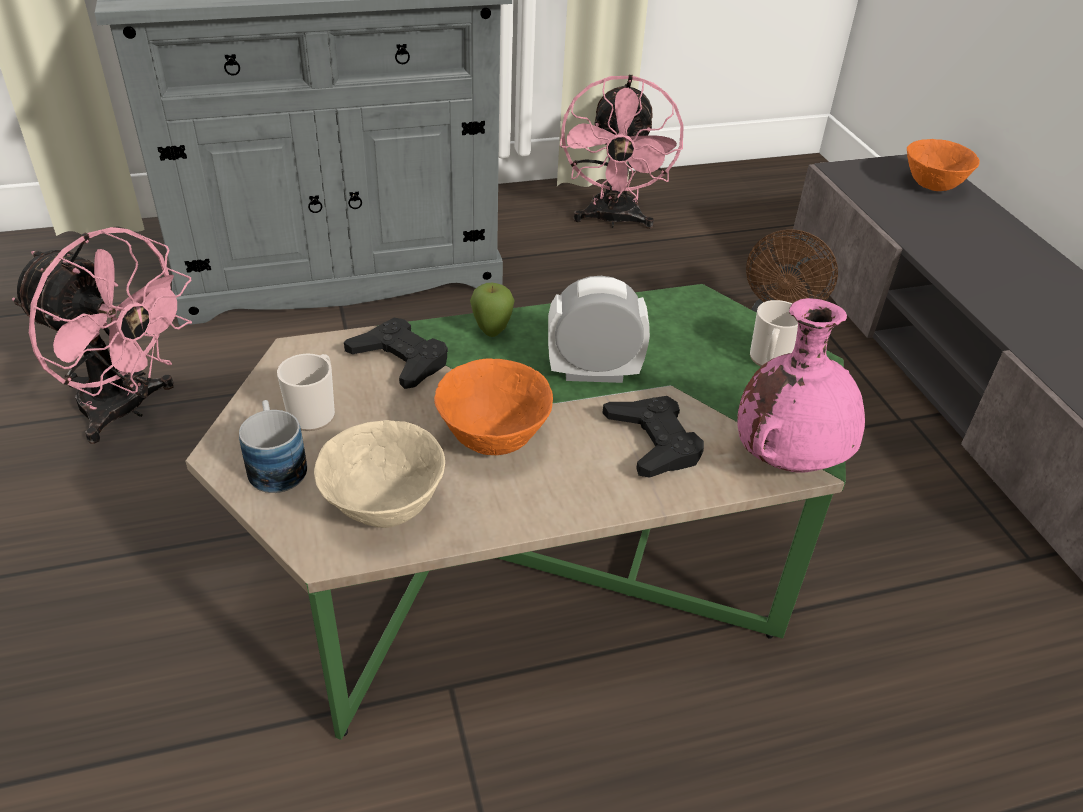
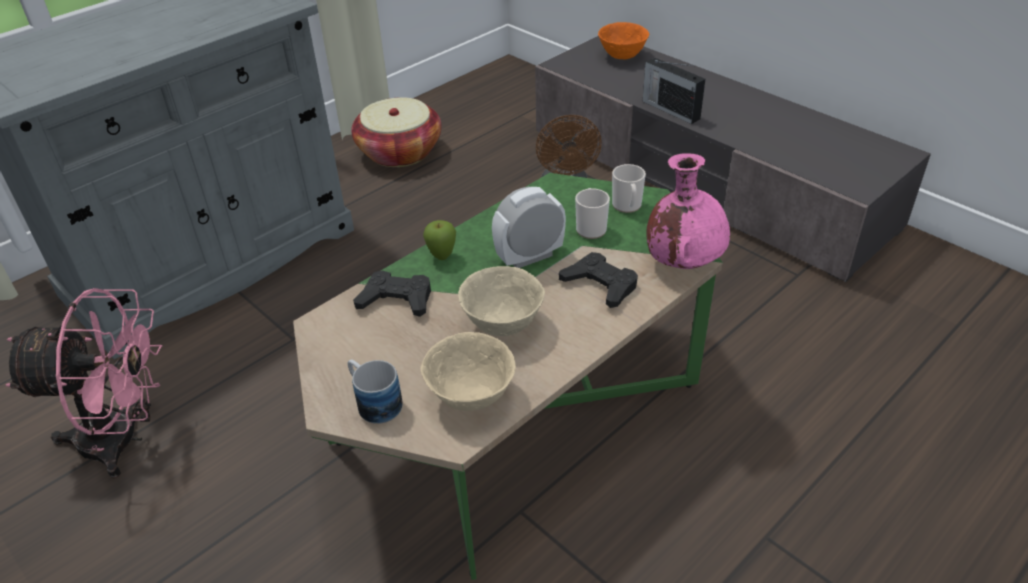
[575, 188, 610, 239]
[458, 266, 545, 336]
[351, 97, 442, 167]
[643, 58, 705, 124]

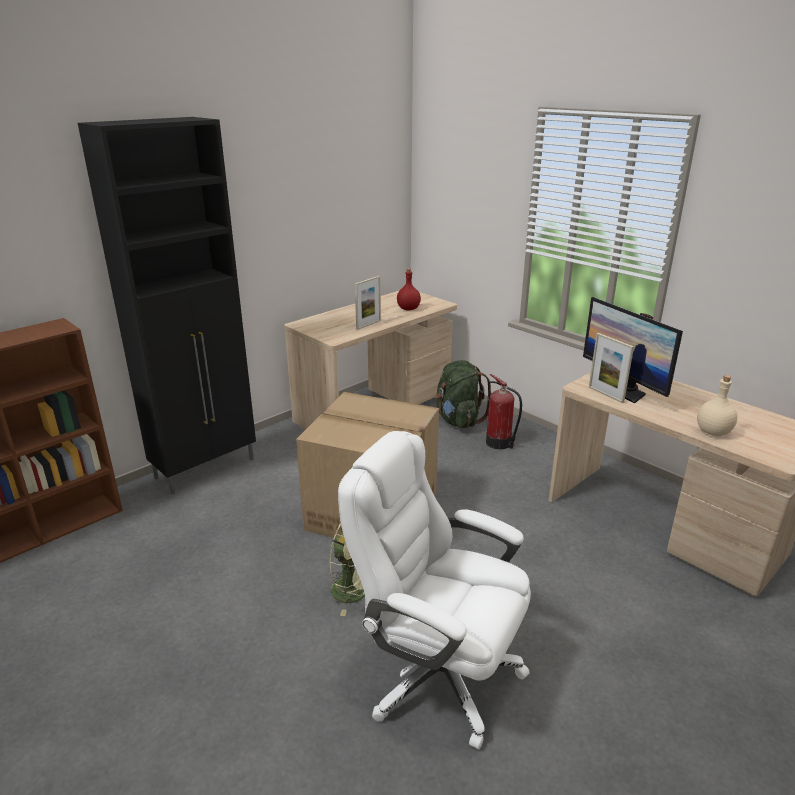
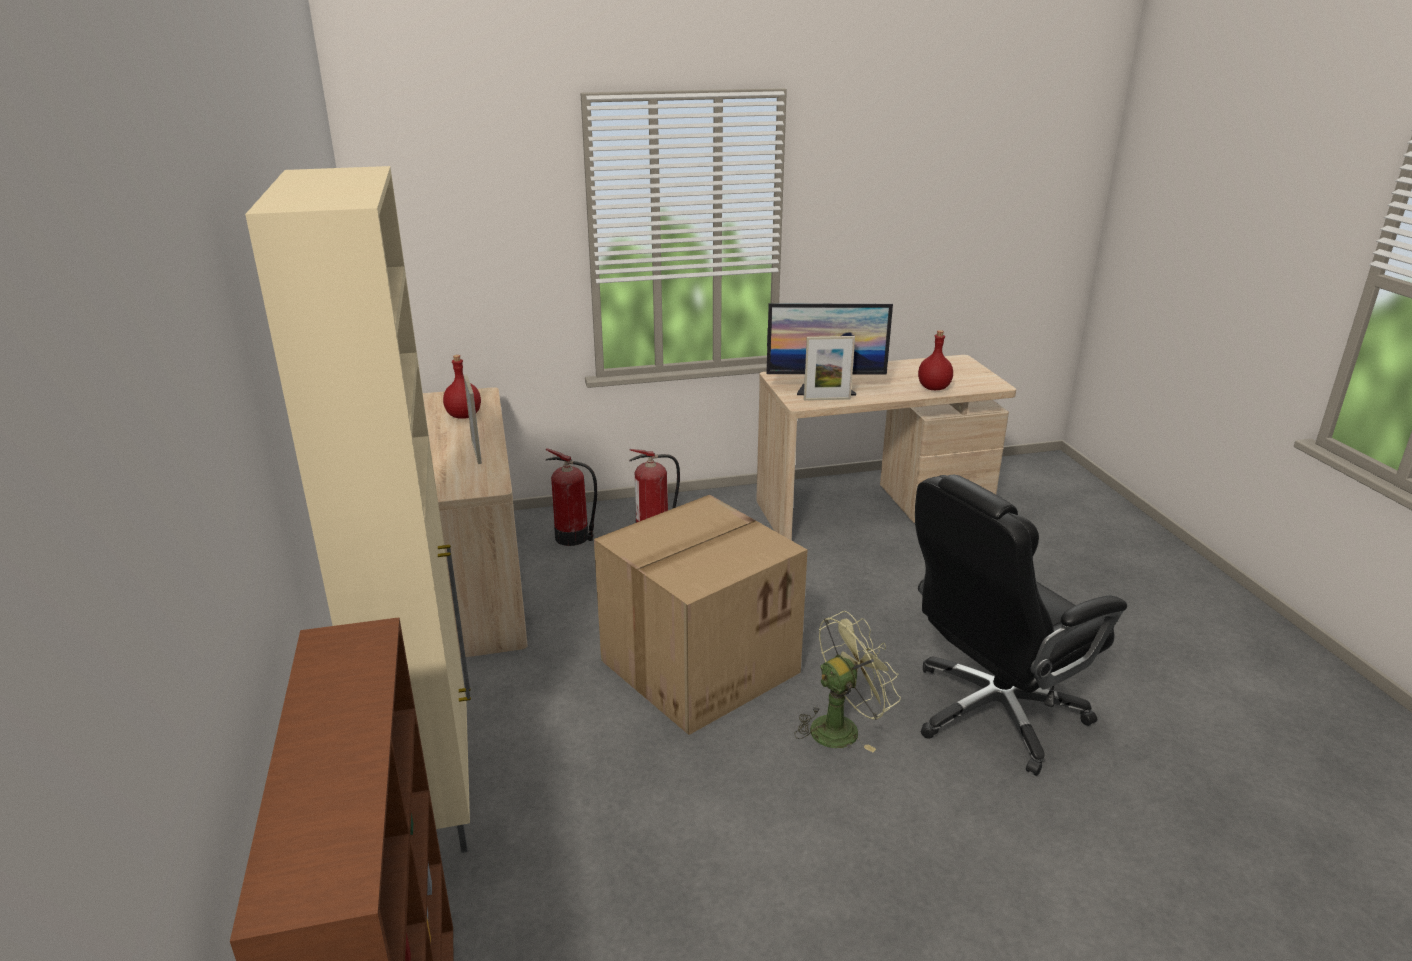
[245, 166, 471, 853]
[915, 475, 1127, 776]
[546, 448, 597, 546]
[918, 330, 953, 390]

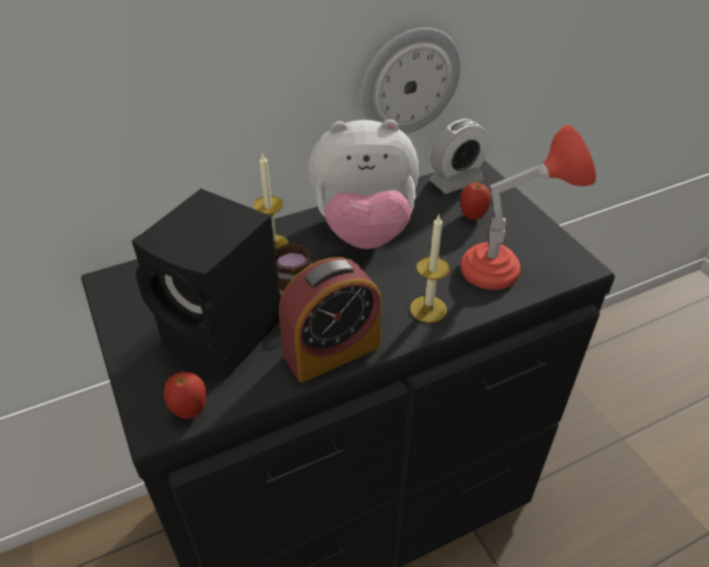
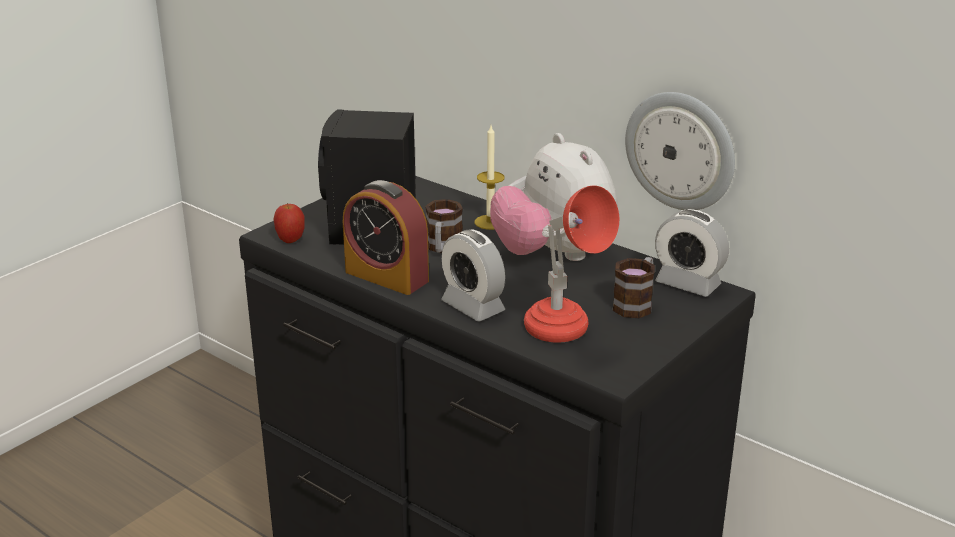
[441, 230, 505, 321]
[612, 257, 655, 318]

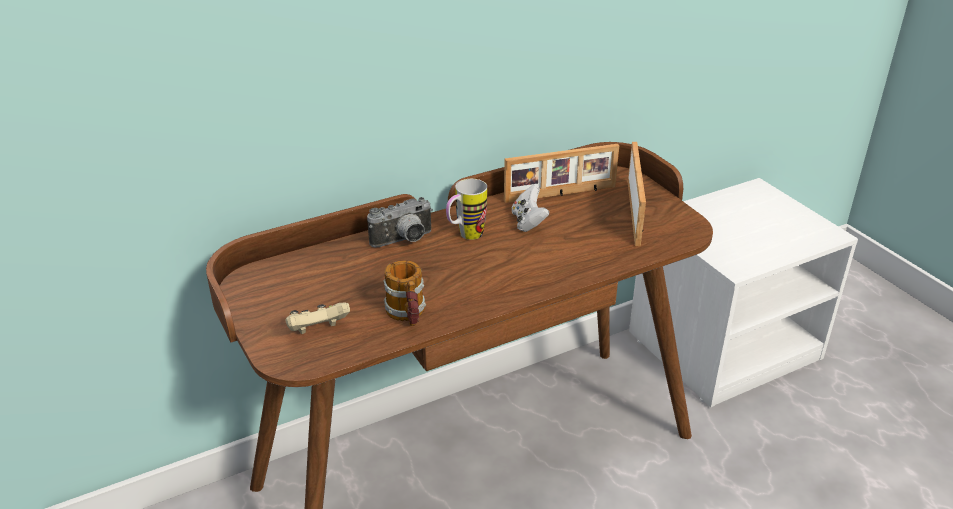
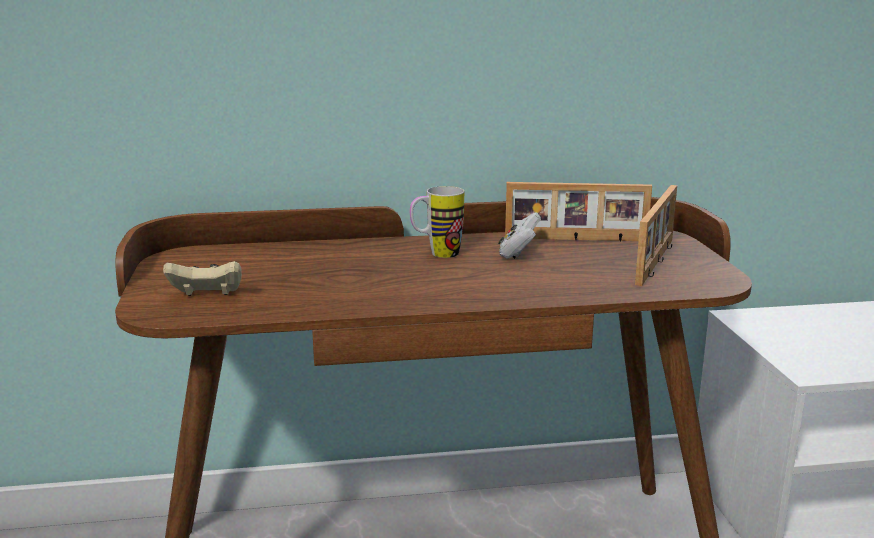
[367, 197, 433, 247] (first image)
[384, 260, 426, 326] (first image)

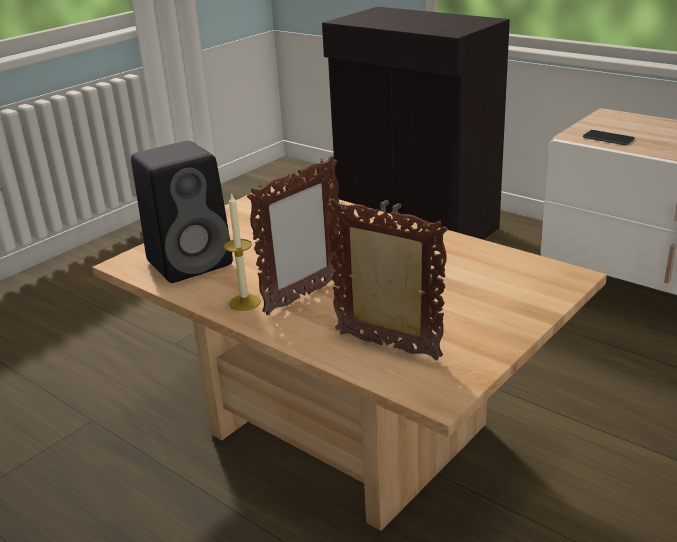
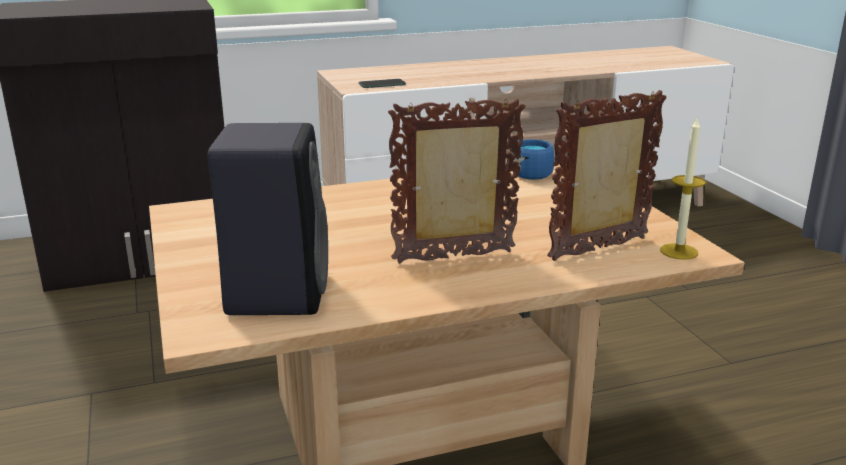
[660, 116, 706, 260]
[388, 99, 525, 264]
[512, 139, 554, 180]

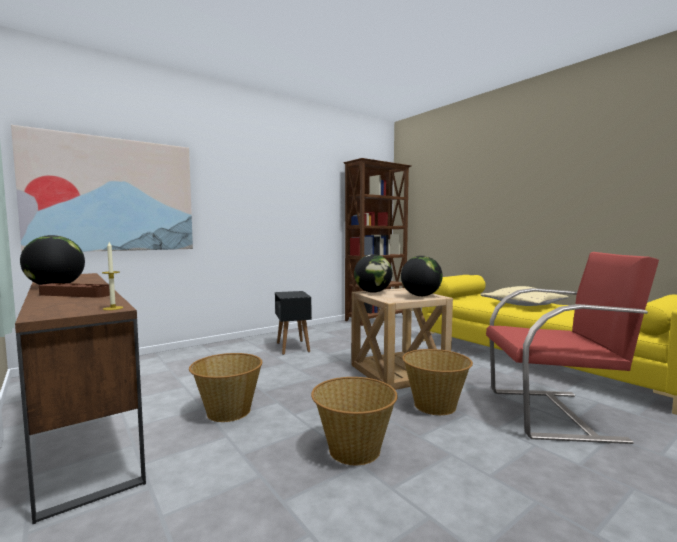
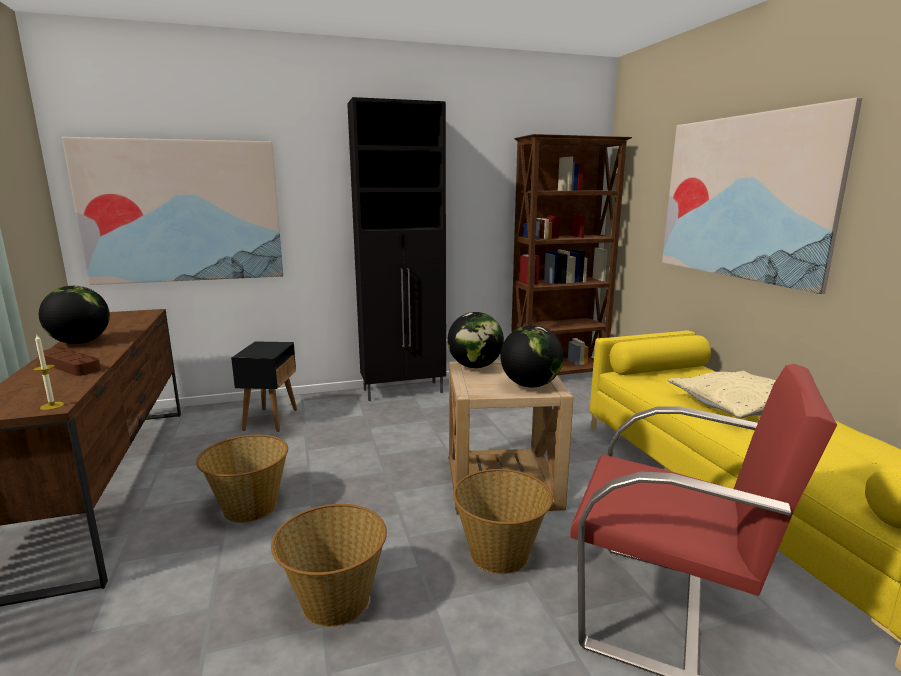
[231, 342, 297, 432]
[347, 97, 446, 401]
[662, 98, 862, 294]

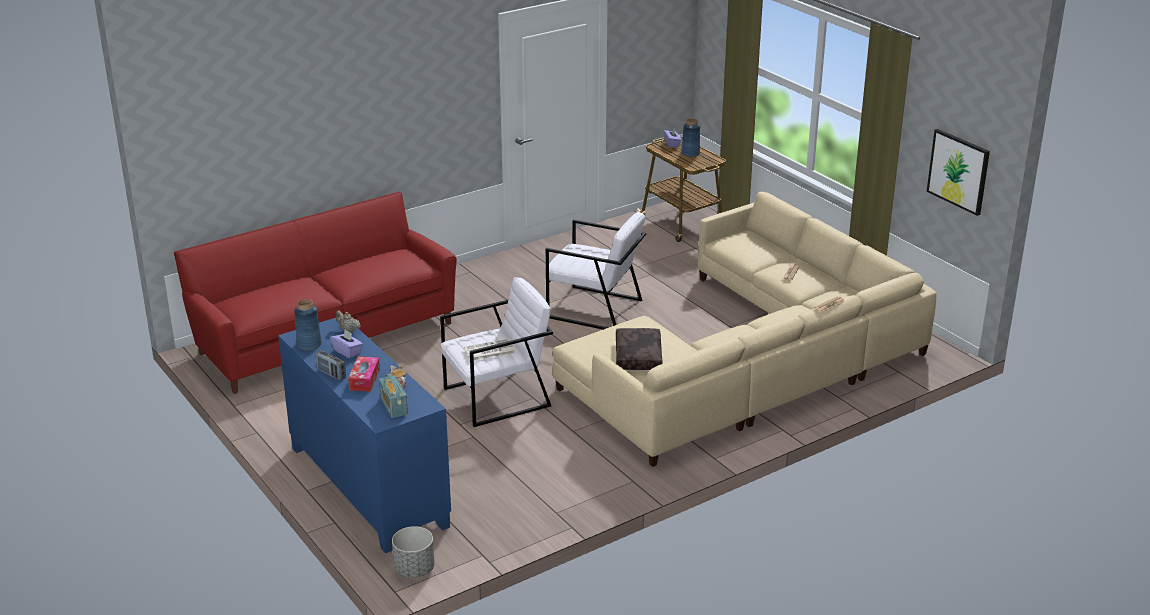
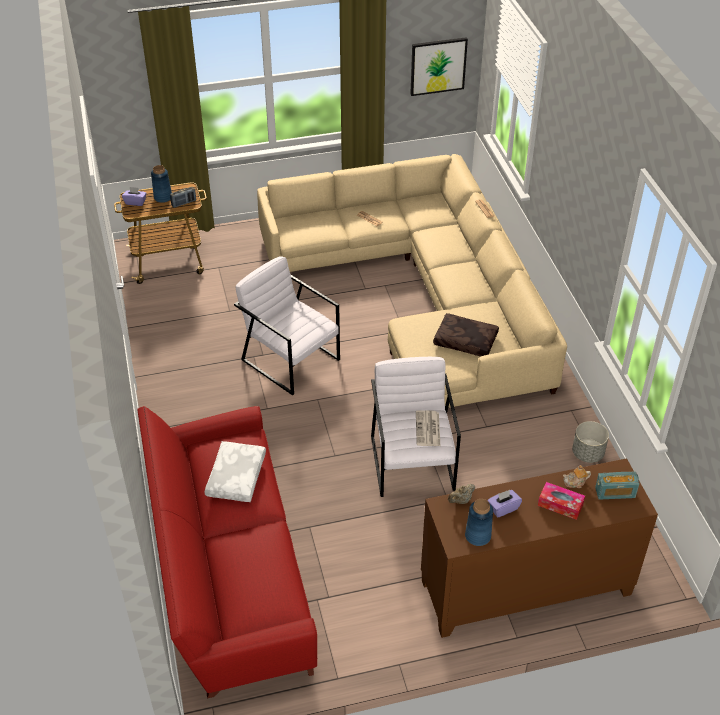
[421, 458, 658, 638]
[170, 187, 196, 208]
[572, 421, 609, 463]
[234, 256, 340, 395]
[205, 441, 266, 502]

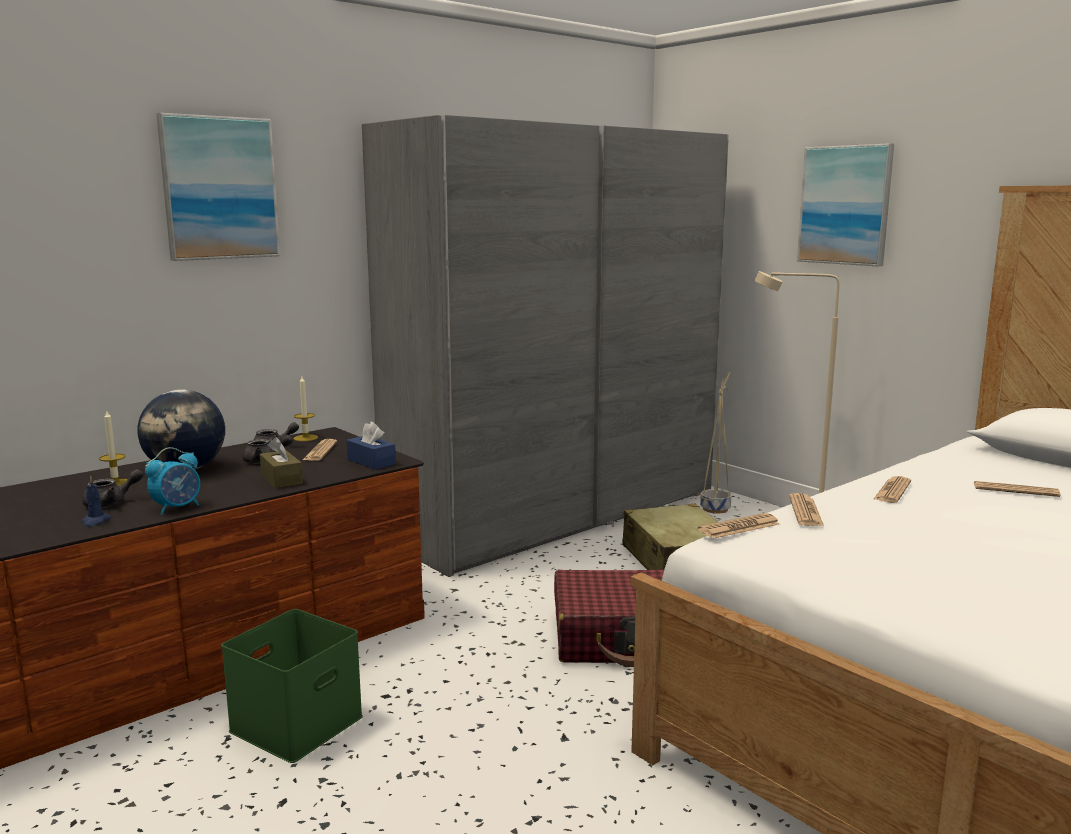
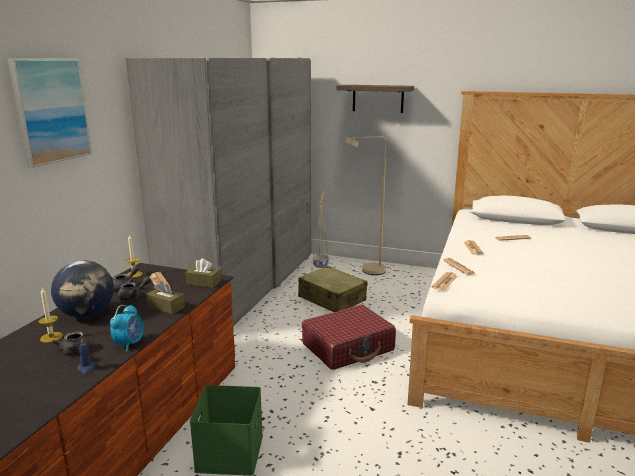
[52, 331, 90, 355]
[185, 258, 221, 288]
[336, 85, 414, 113]

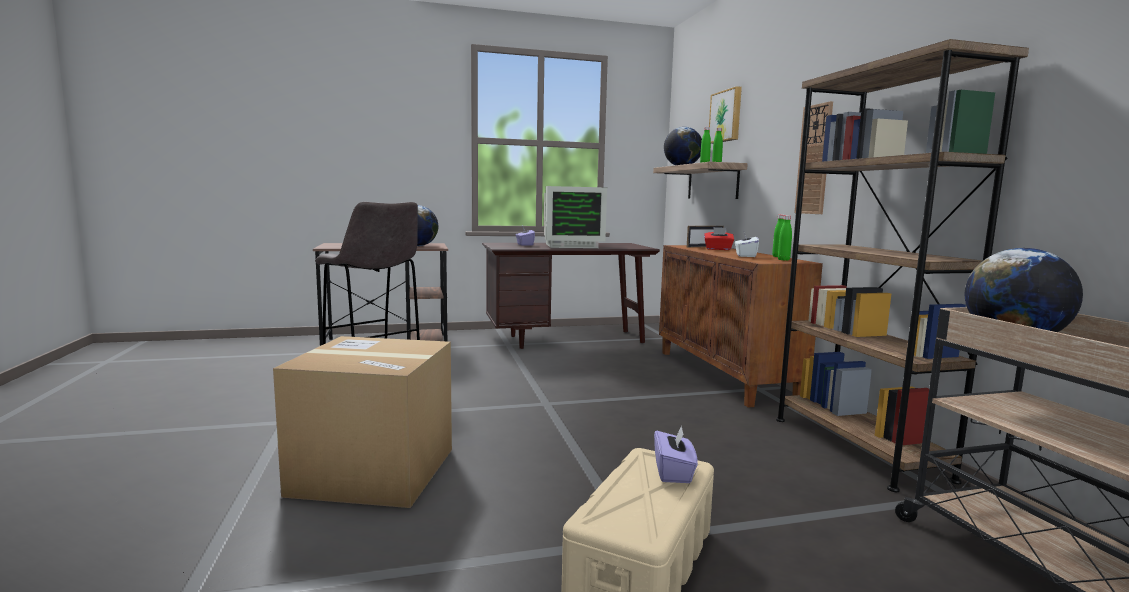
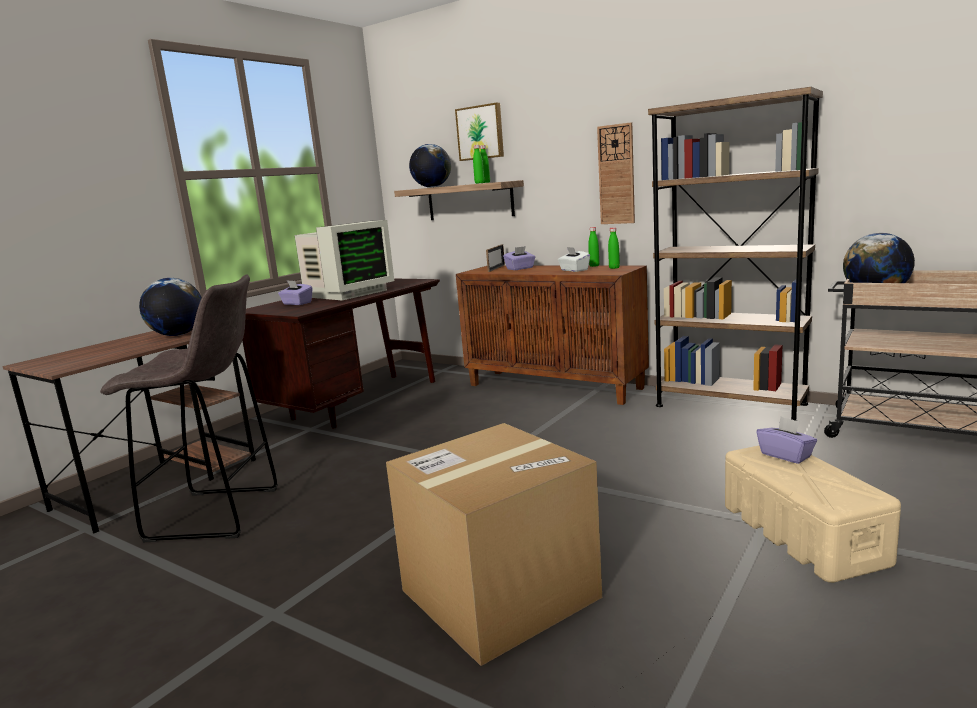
[503, 246, 535, 270]

